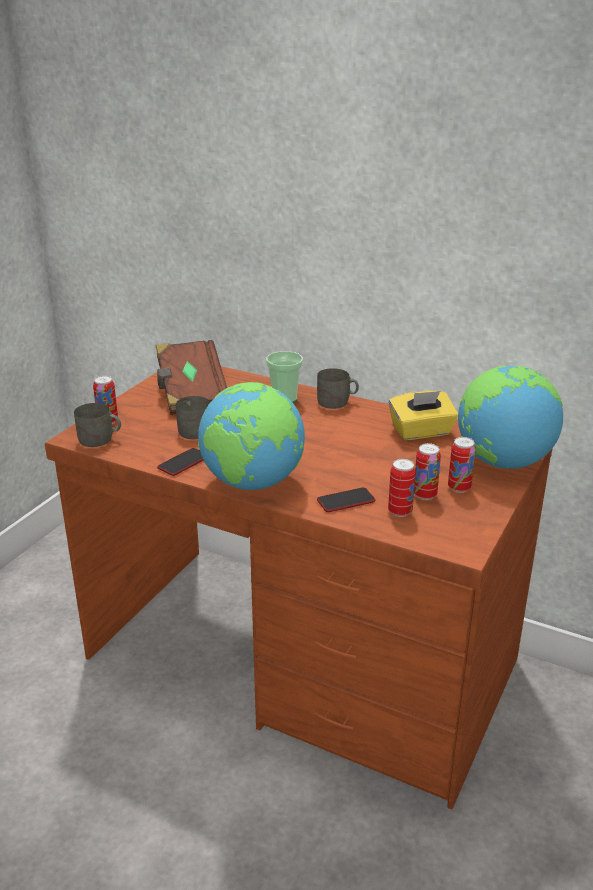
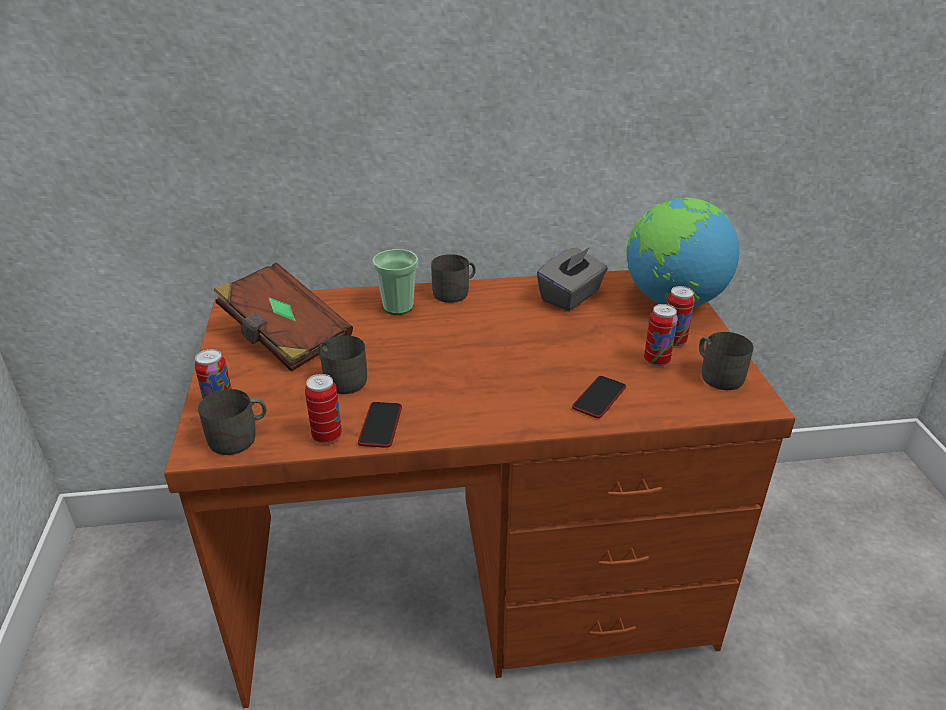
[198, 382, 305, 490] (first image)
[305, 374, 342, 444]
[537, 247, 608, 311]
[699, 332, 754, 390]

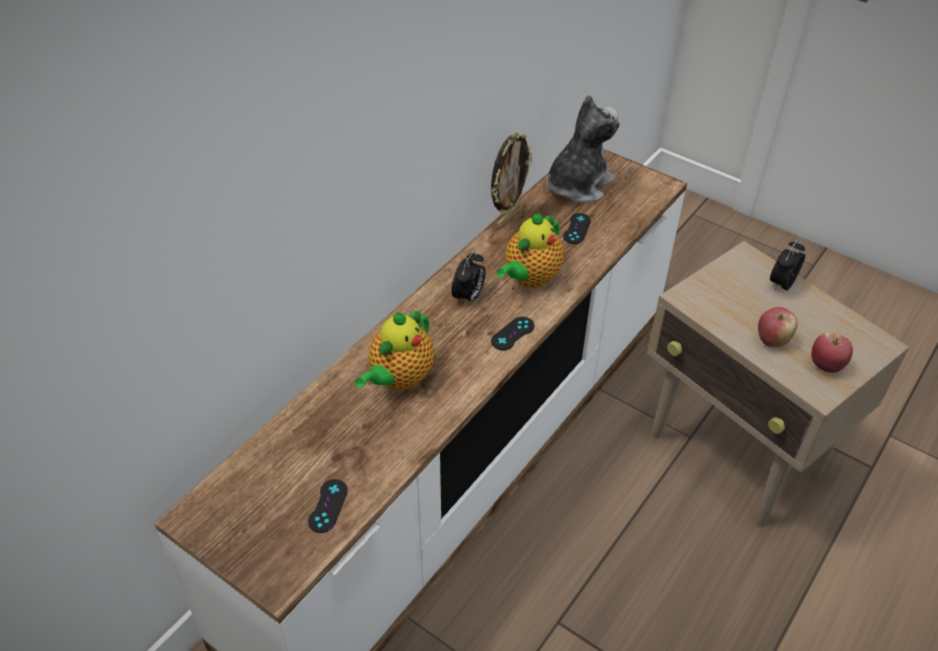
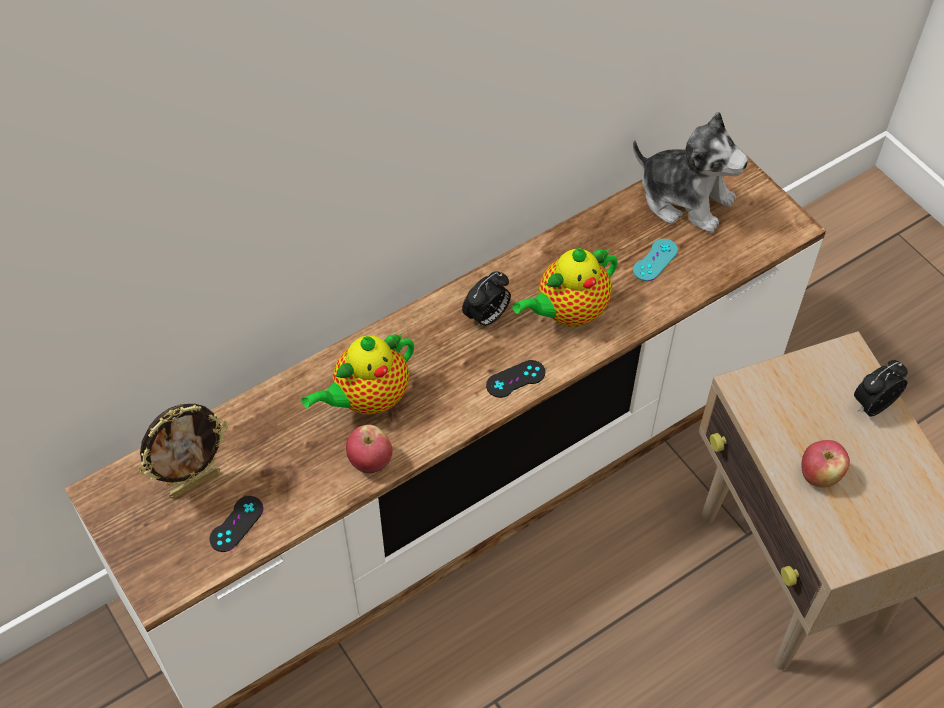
[138, 404, 228, 499]
[633, 112, 749, 233]
[633, 239, 678, 281]
[346, 425, 393, 473]

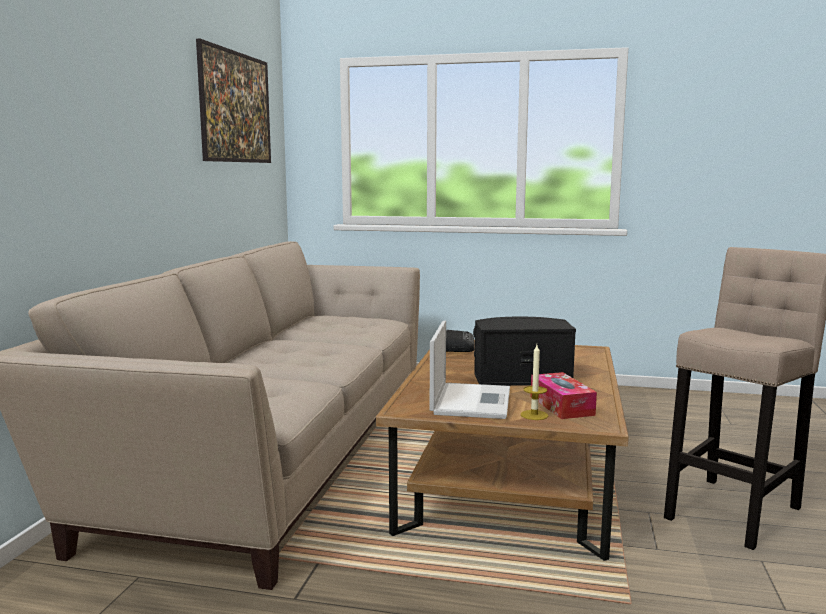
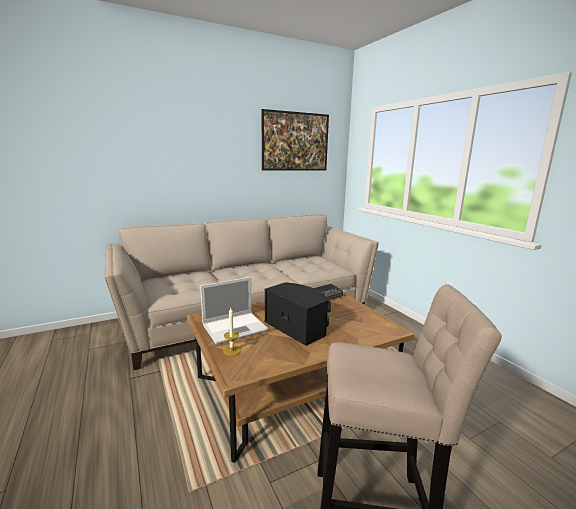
[530, 372, 597, 419] (first image)

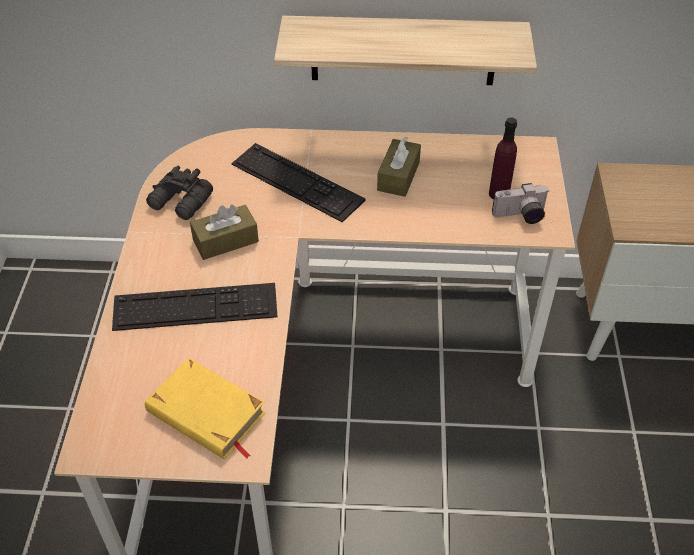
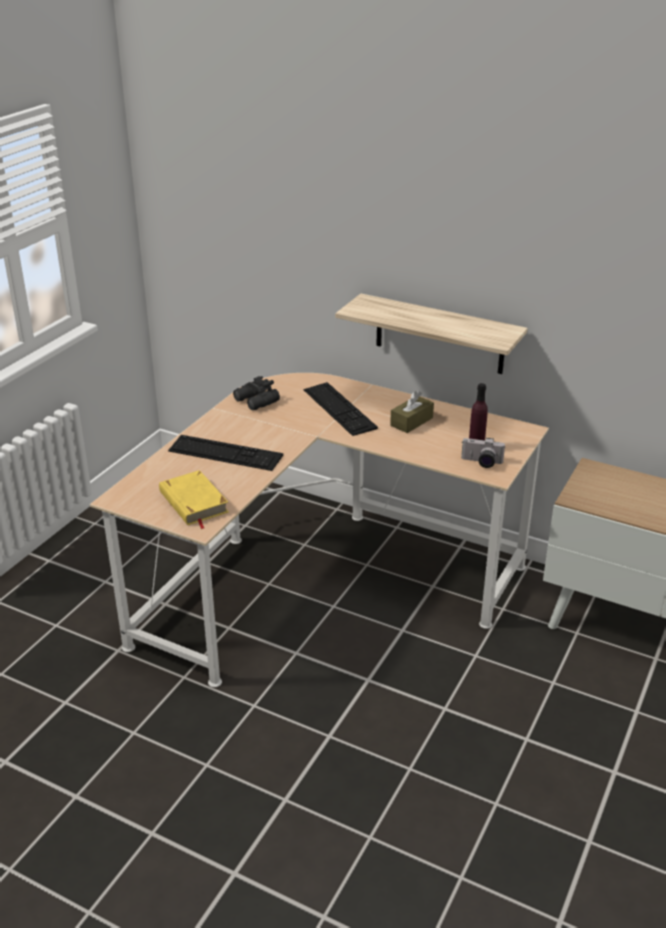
[190, 205, 259, 260] (first image)

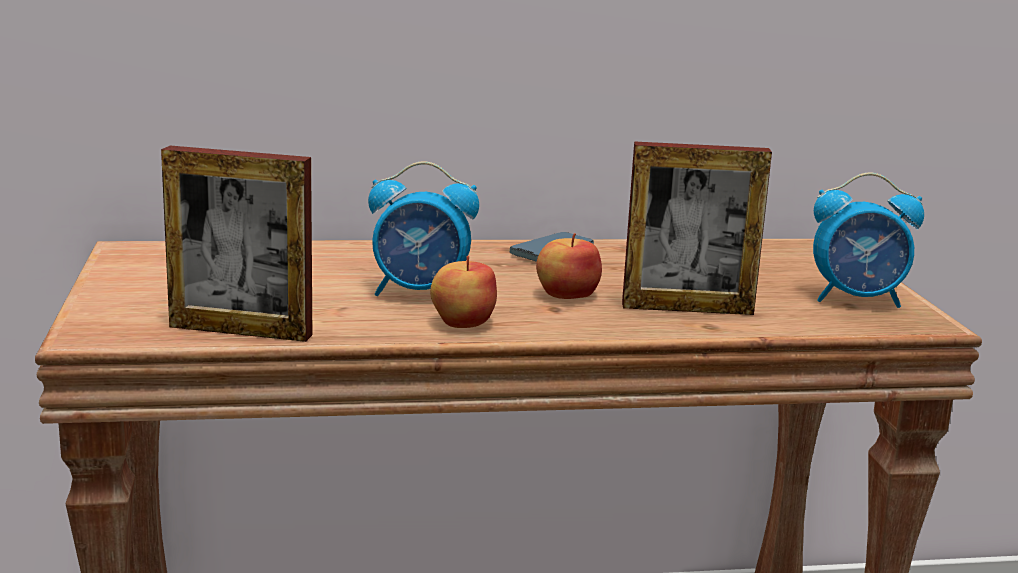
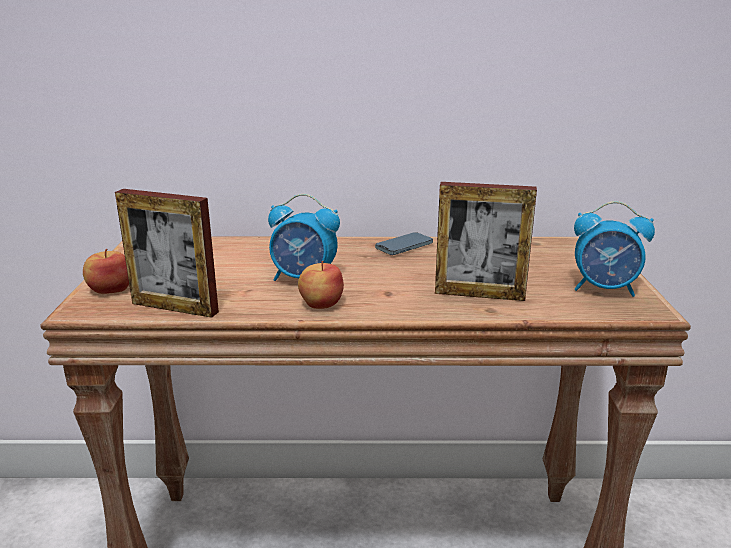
[83, 249, 129, 294]

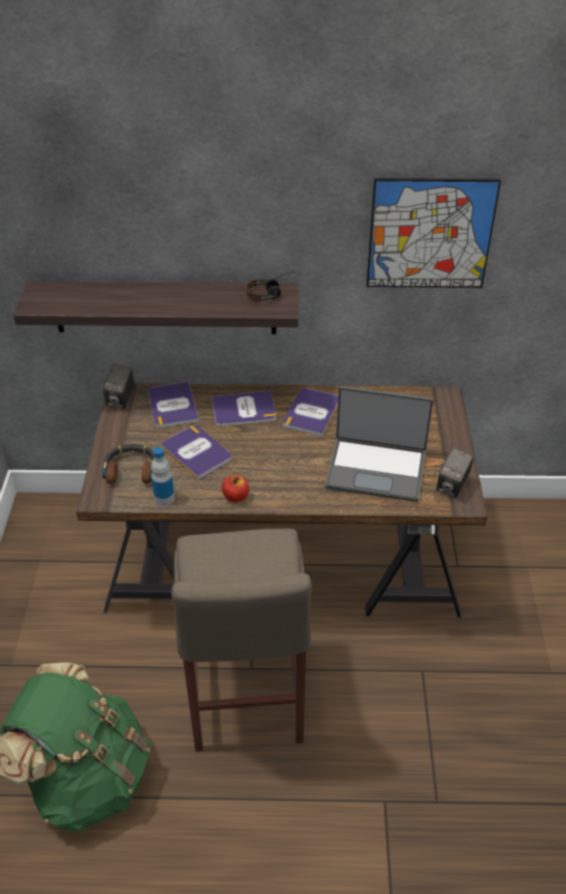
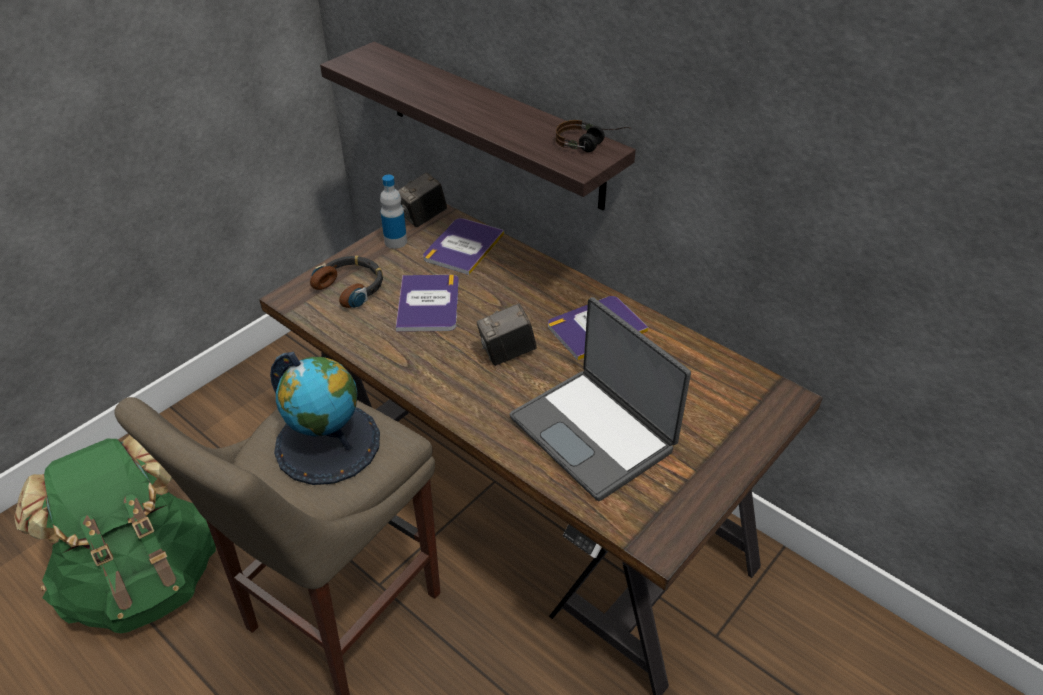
[380, 175, 407, 249]
[212, 391, 276, 427] (first image)
[222, 475, 249, 502] (first image)
[366, 178, 501, 288] (first image)
[477, 303, 537, 366]
[270, 352, 380, 485]

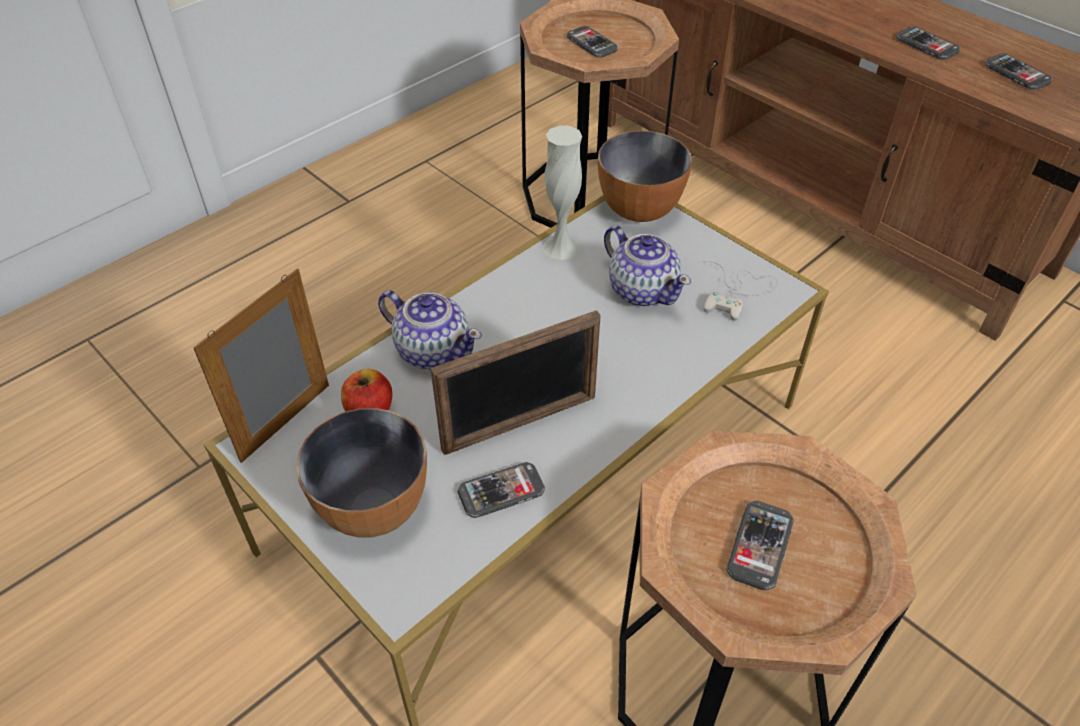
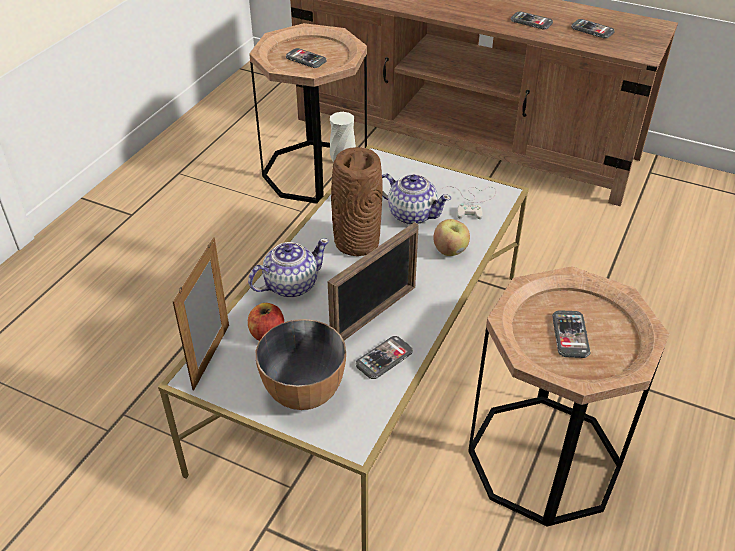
[248, 238, 329, 298]
[598, 131, 692, 222] (first image)
[331, 147, 383, 256]
[433, 219, 470, 256]

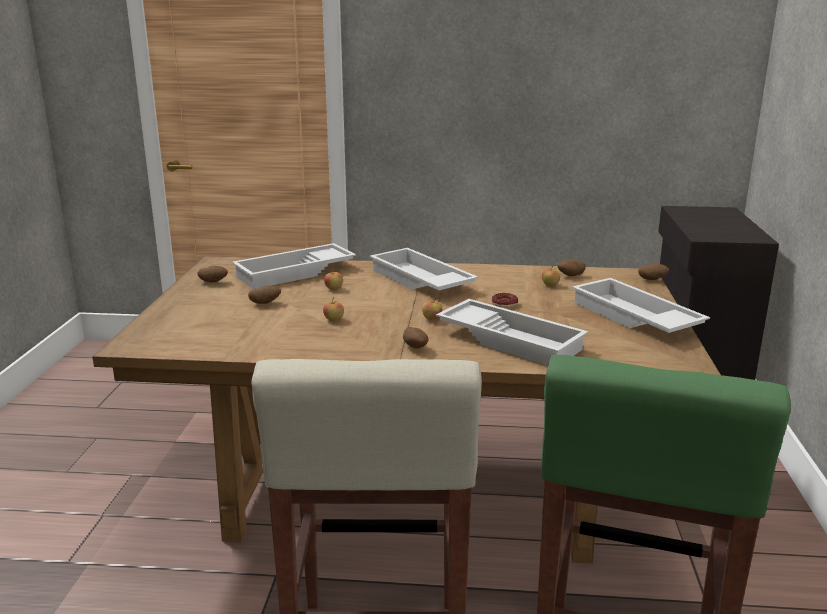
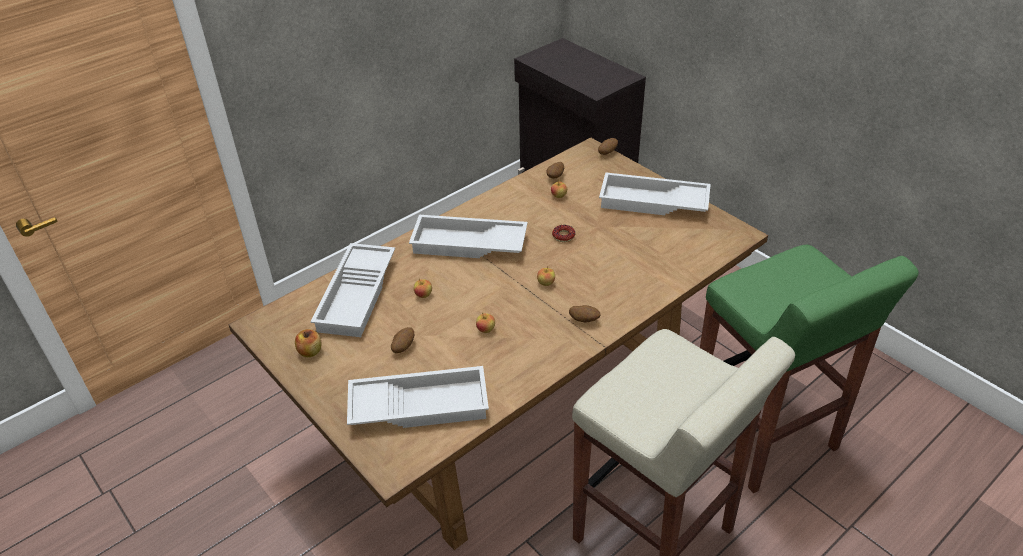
[295, 329, 322, 357]
[347, 366, 489, 428]

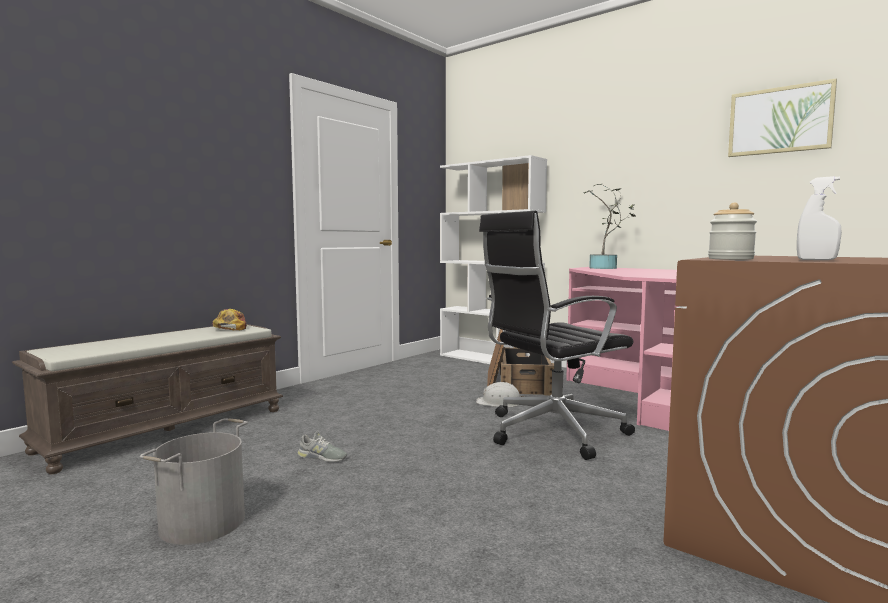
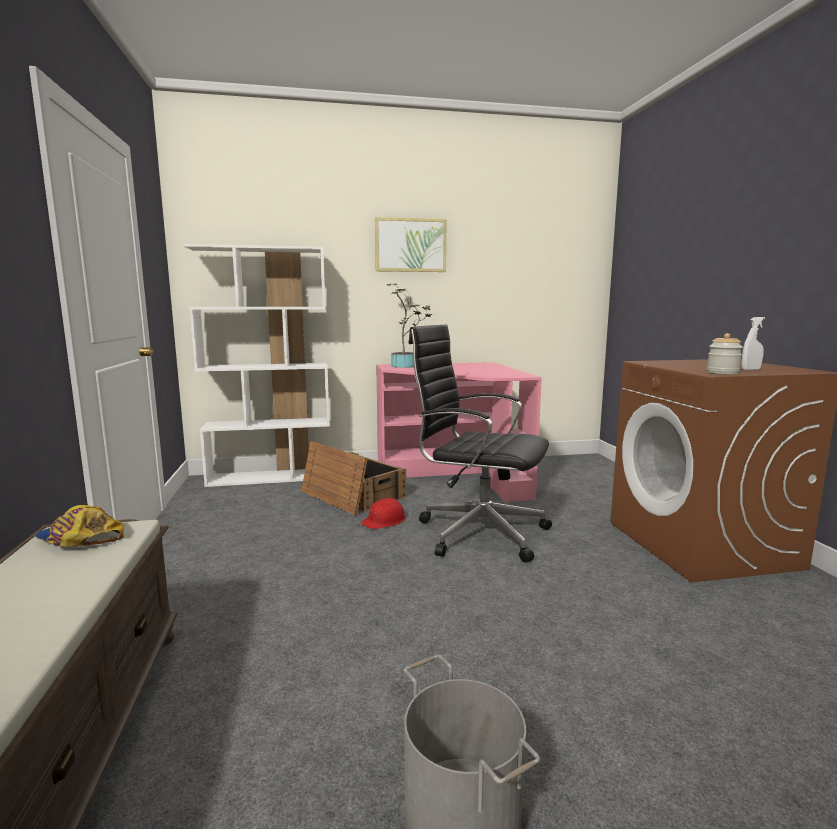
[297, 431, 347, 462] (first image)
[361, 498, 406, 529]
[408, 325, 552, 563]
[375, 217, 447, 272]

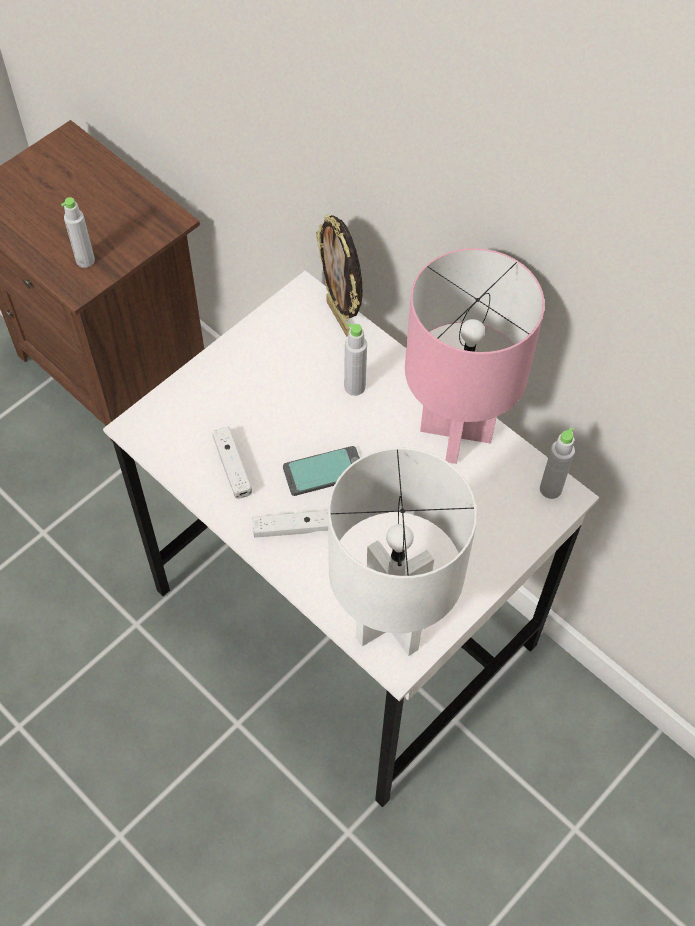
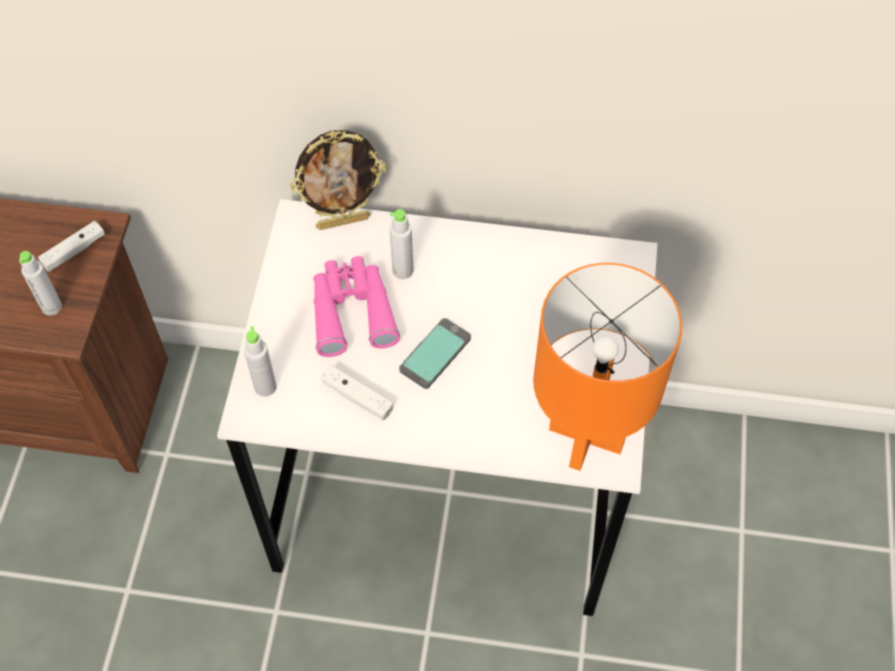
[38, 221, 105, 272]
[290, 130, 386, 230]
[533, 263, 682, 471]
[405, 248, 545, 464] (first image)
[244, 326, 277, 397]
[313, 256, 400, 357]

